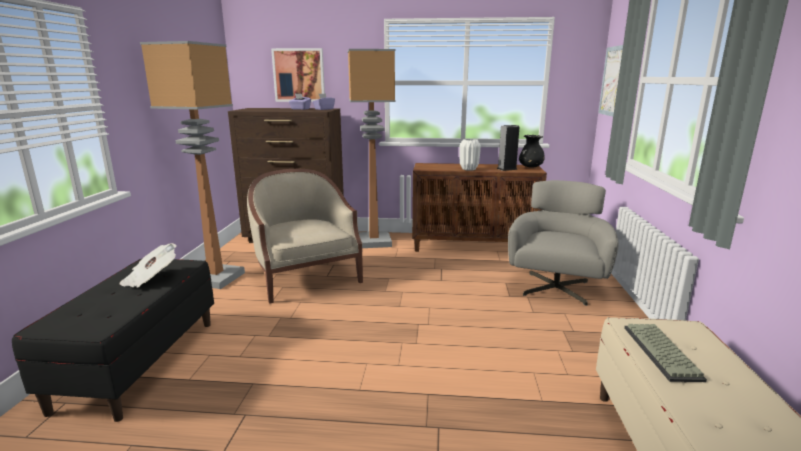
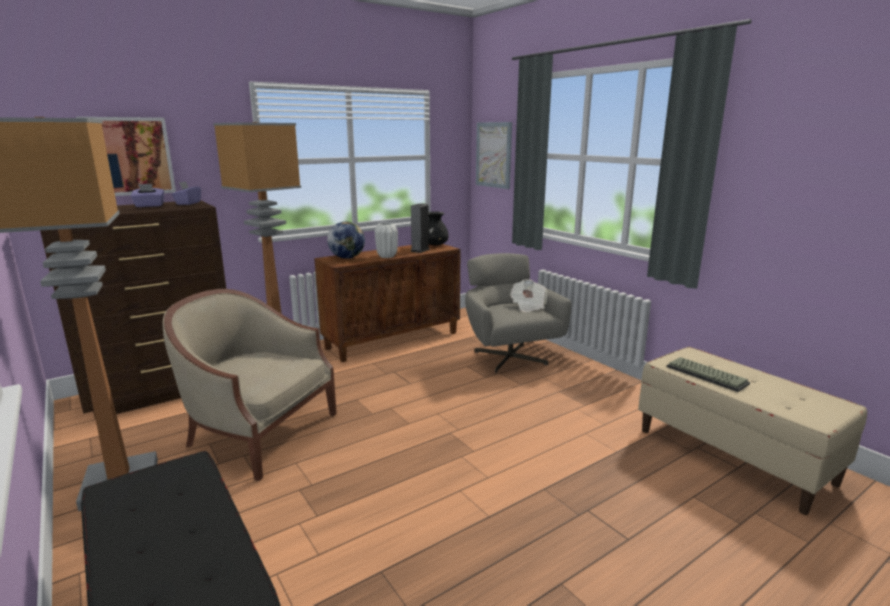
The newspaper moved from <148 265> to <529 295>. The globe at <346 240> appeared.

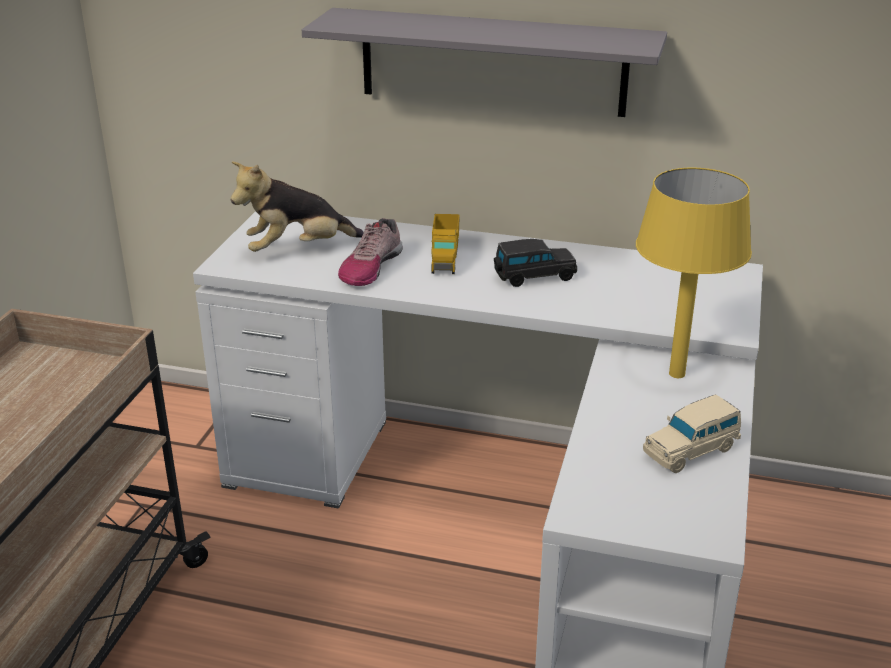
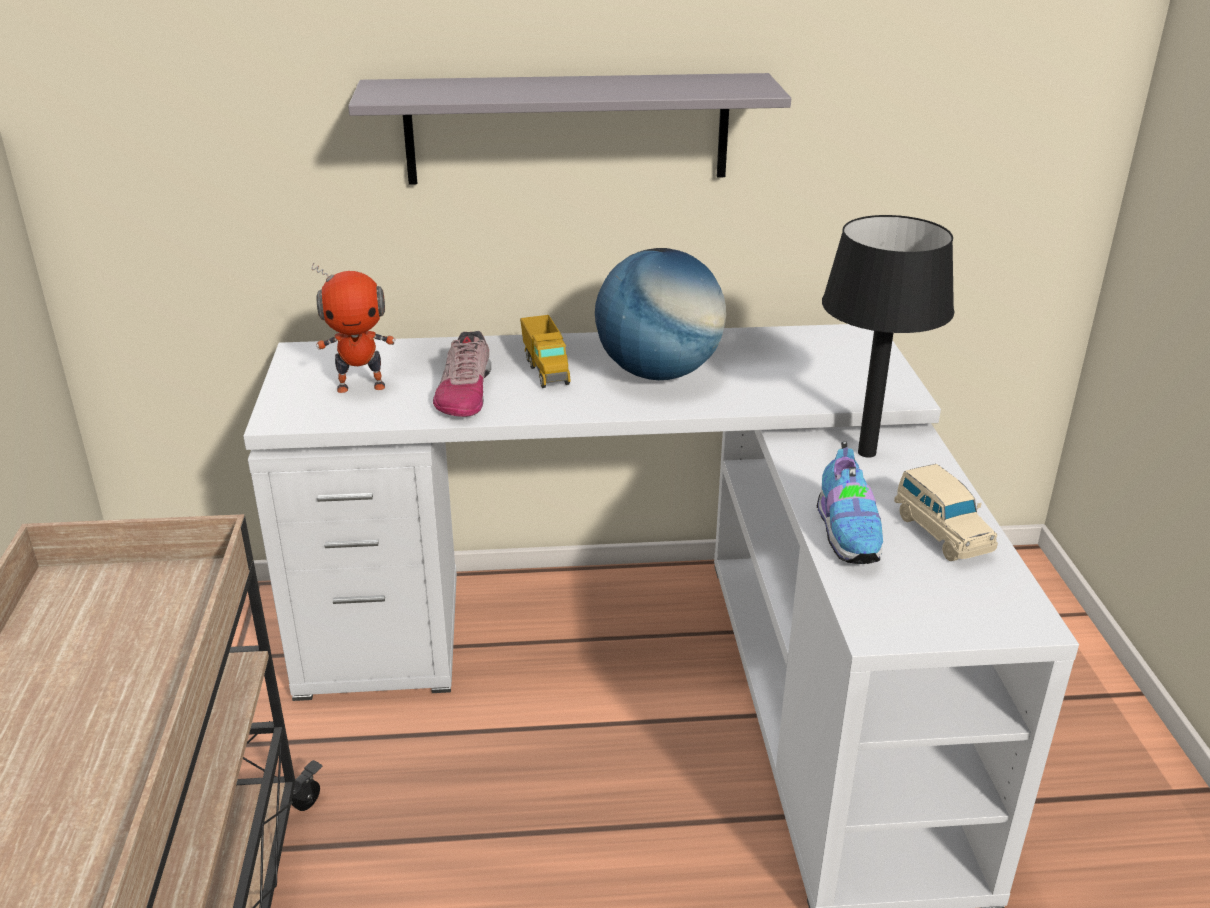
The plush toy at <297 206> was replaced by the toy robot at <353 328>. The yellow table lamp at <694 273> became the black table lamp at <888 336>. The black toy car at <535 263> was replaced by the globe at <660 314>. The beige toy car at <692 434> turned 60 degrees counterclockwise. The shoe at <850 503> appeared.

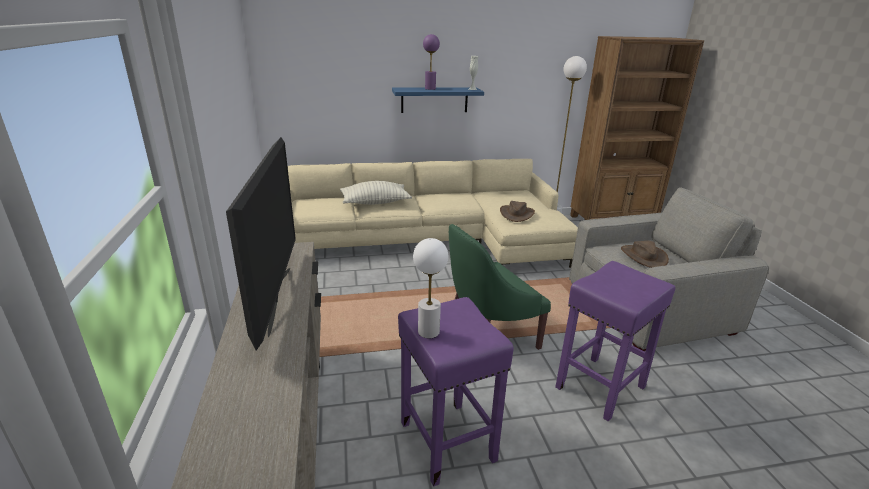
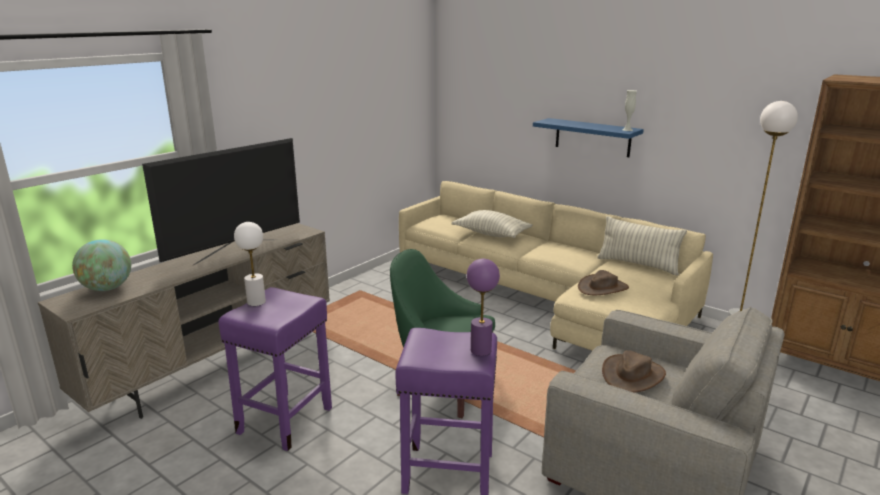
The purple table lamp moved from <431 62> to <483 307>. The pillow at <642 245> appeared. The globe at <101 265> appeared.

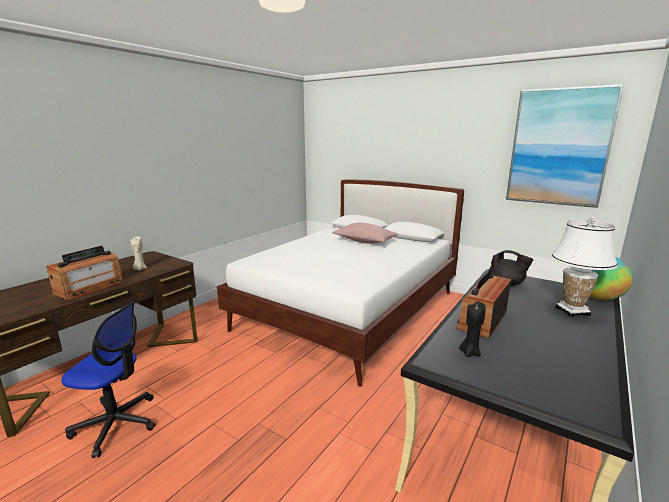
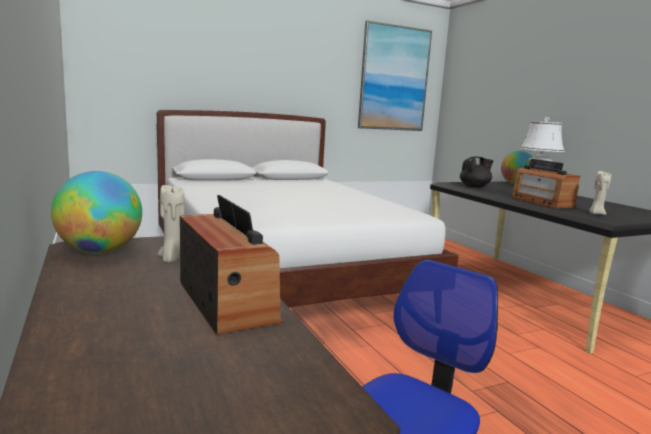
The pink pillow at <365 233> disappeared. The black candle at <472 329> became the beige candle at <600 193>. The globe at <96 212> appeared.

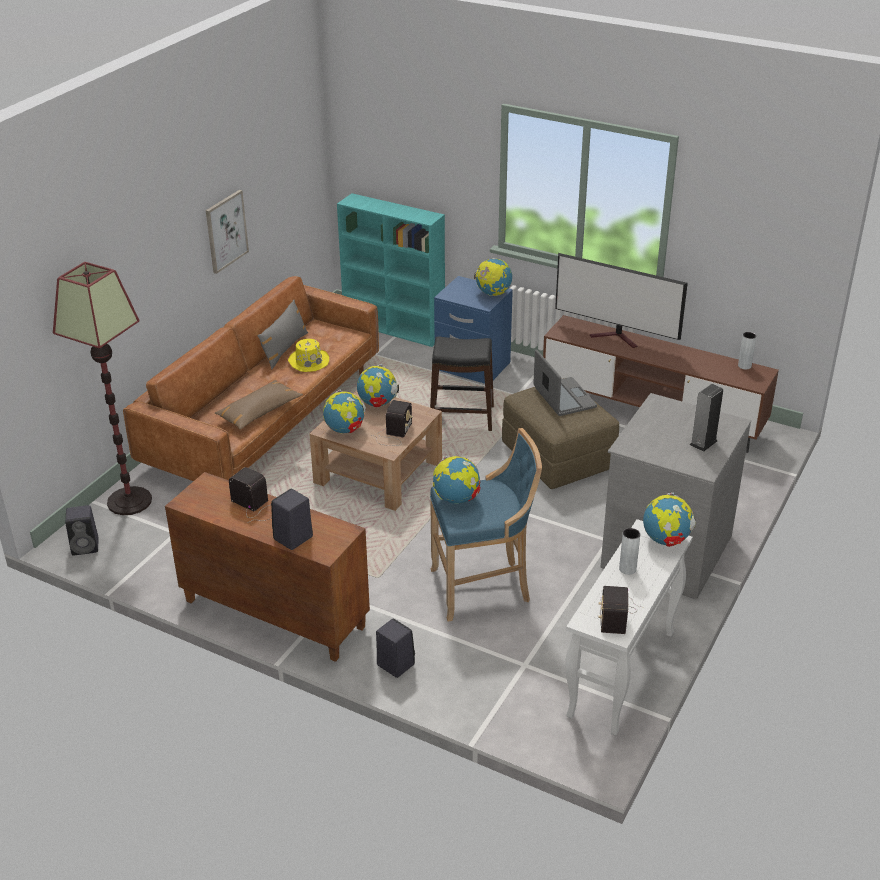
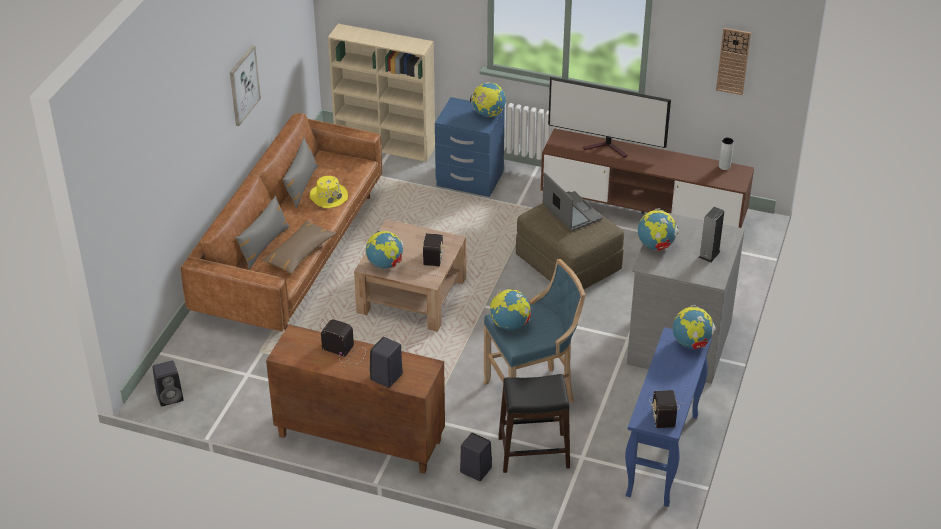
The turquoise bookcase at <391 270> became the beige bookcase at <381 93>. The floor lamp at <102 388> disappeared. The black stool moved from <462 383> to <534 423>. The globe moved from <378 385> to <658 229>. The white console table at <628 627> became the blue console table at <668 417>. The grey vase at <629 551> disappeared. The wall clock at <733 61> appeared. The grey pillow at <263 232> appeared.

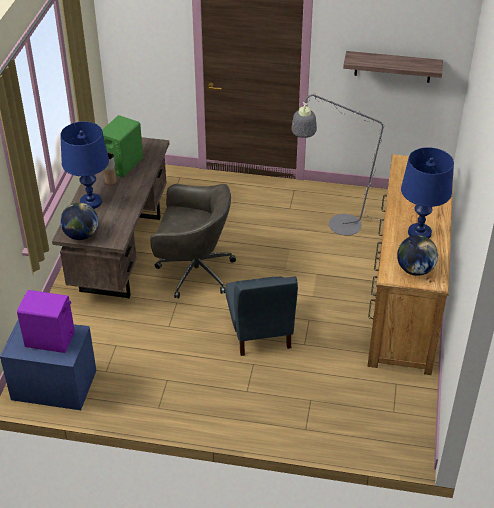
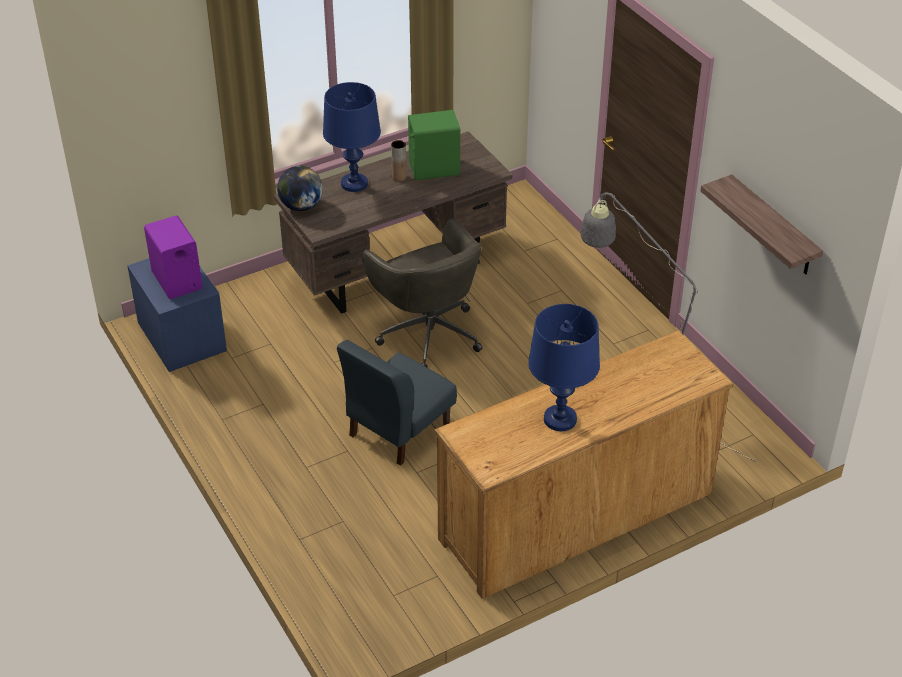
The globe at <417 255> disappeared.

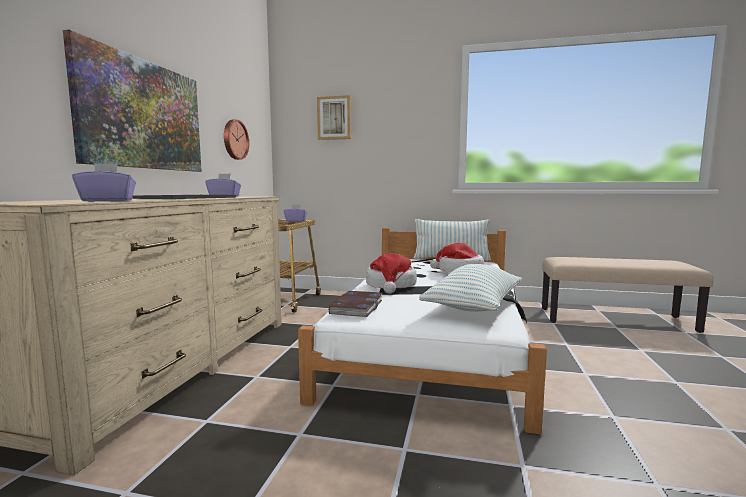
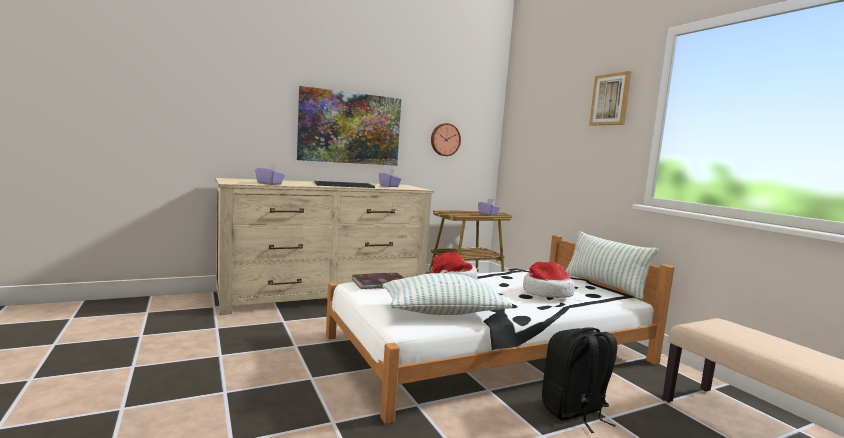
The picture moved from <334 117> to <610 98>. The black backpack at <579 380> appeared.

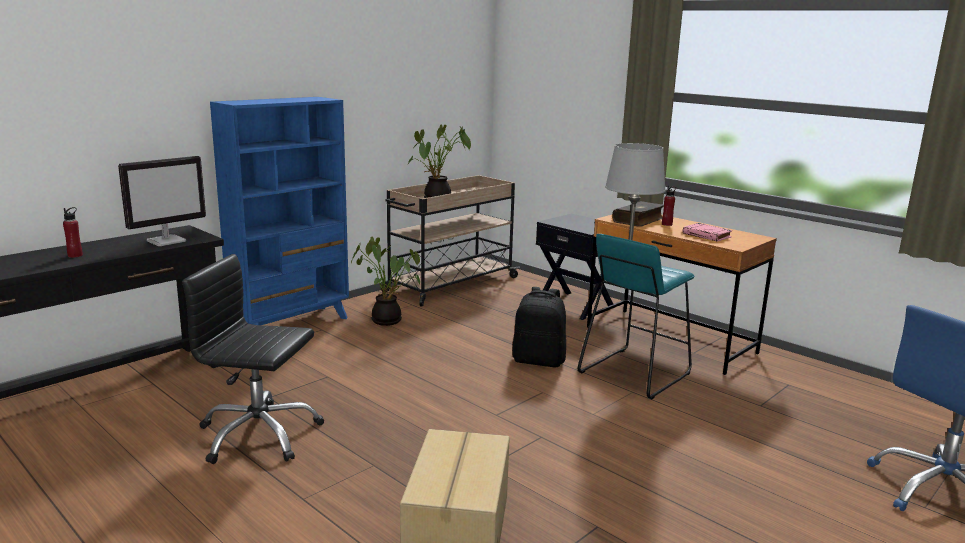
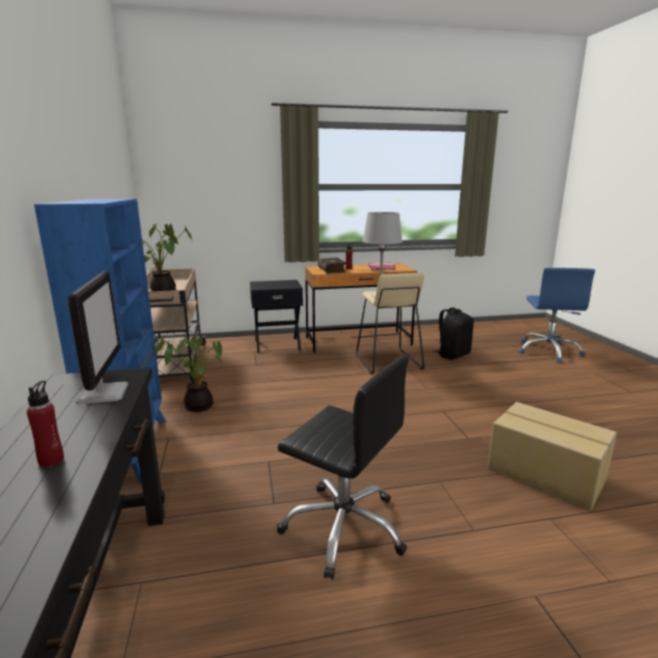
The turquoise stool at <636 316> became the beige stool at <390 323>. The black office chair at <253 359> turned 105 degrees counterclockwise. The black backpack moved from <539 327> to <453 333>.

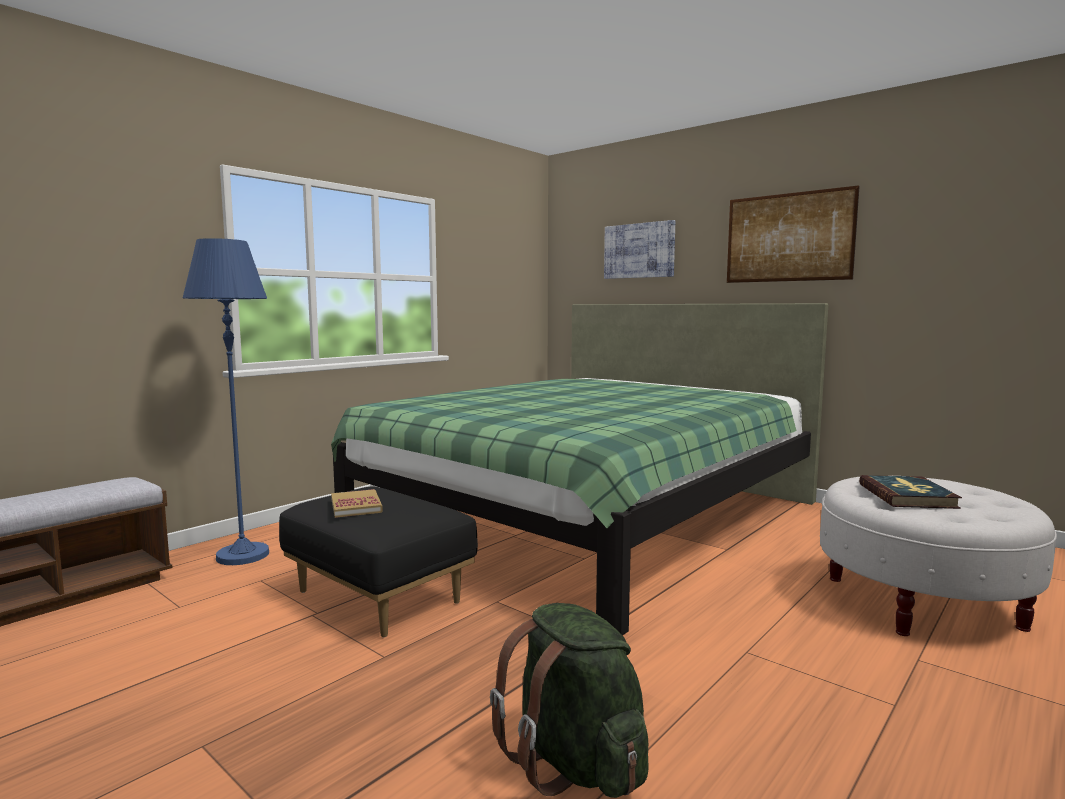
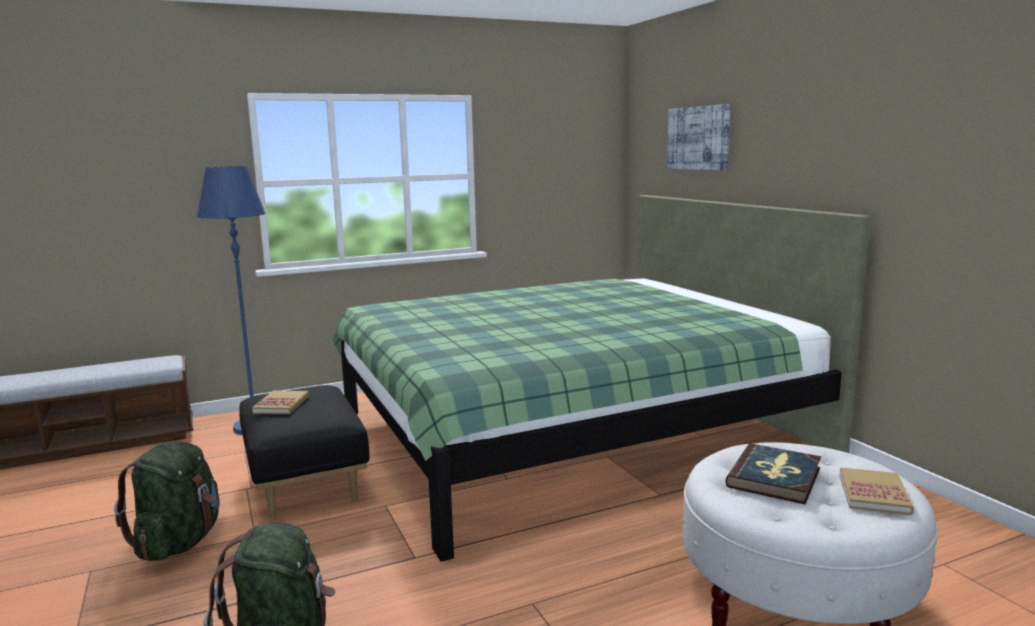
The picture at <793 234> disappeared. The green backpack at <167 501> appeared. The book at <877 491> appeared.

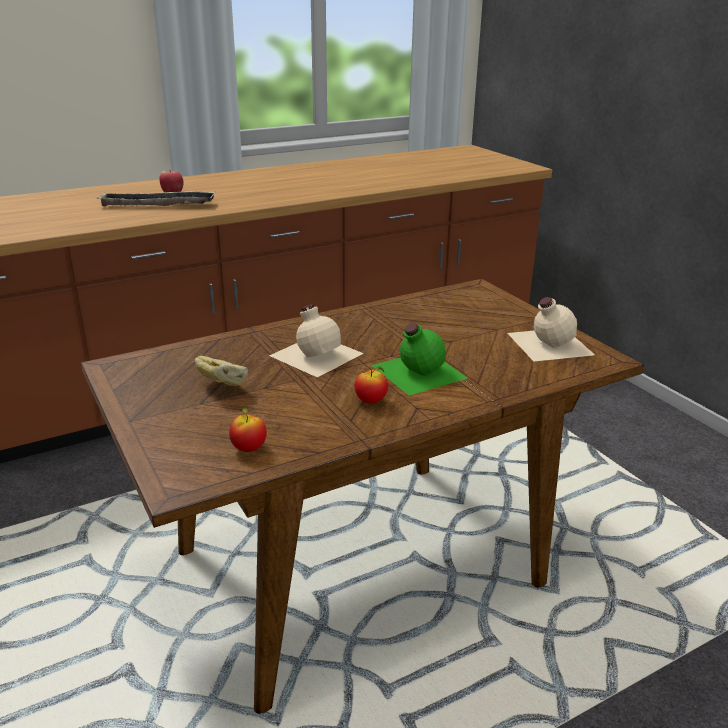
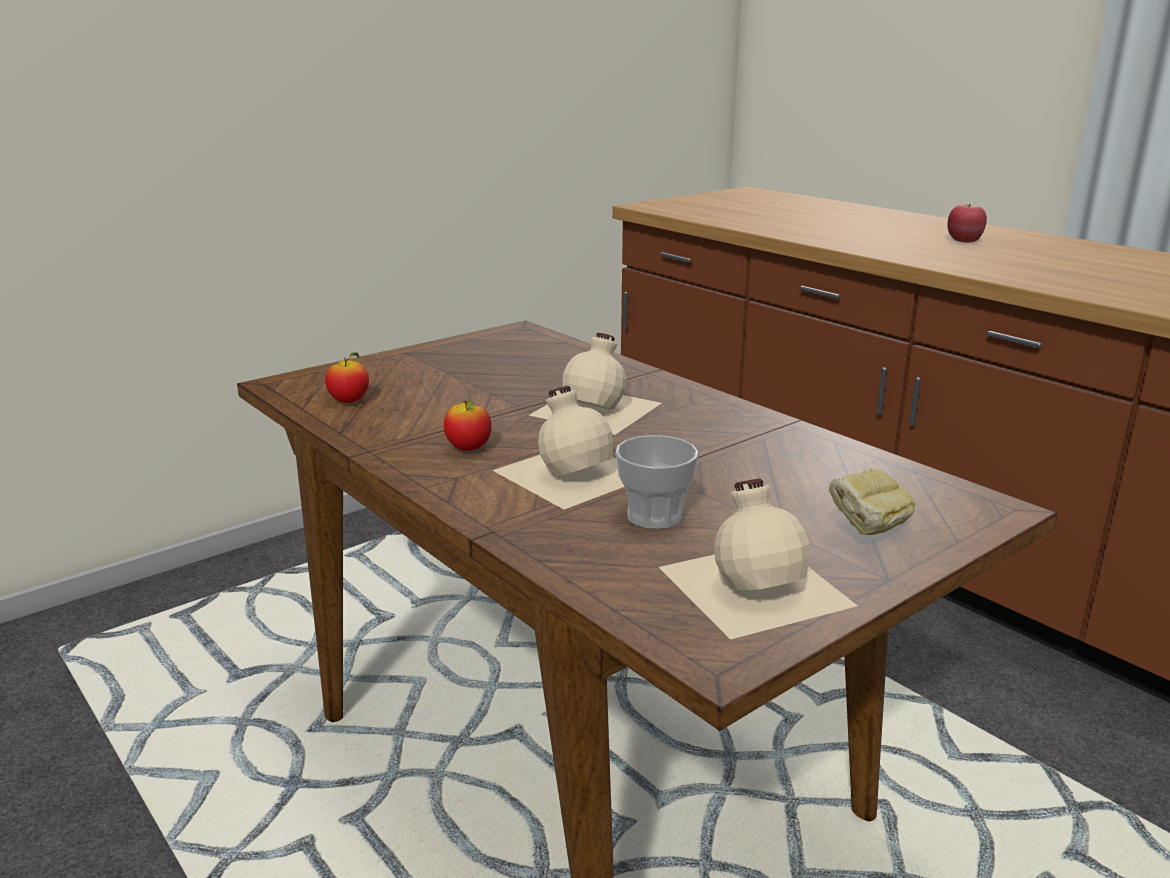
The tray at <156 198> disappeared. The green bottle at <419 359> became the beige bottle at <558 447>. The bread moved from <221 371> to <872 501>. The cup at <656 482> appeared.

